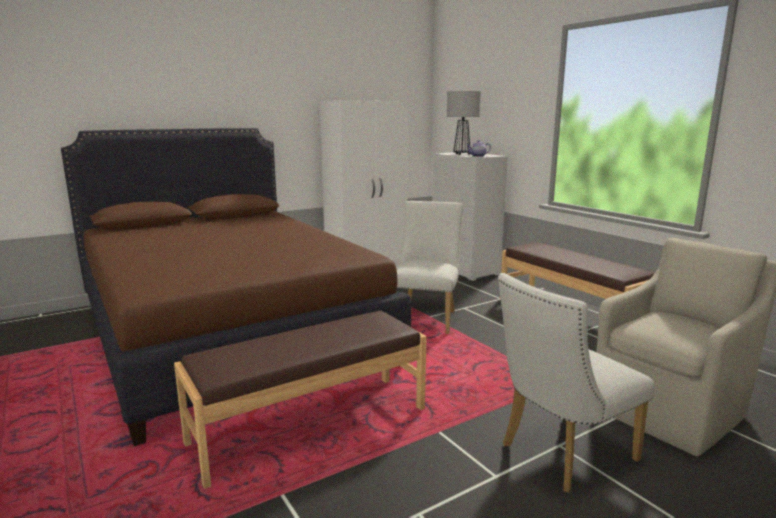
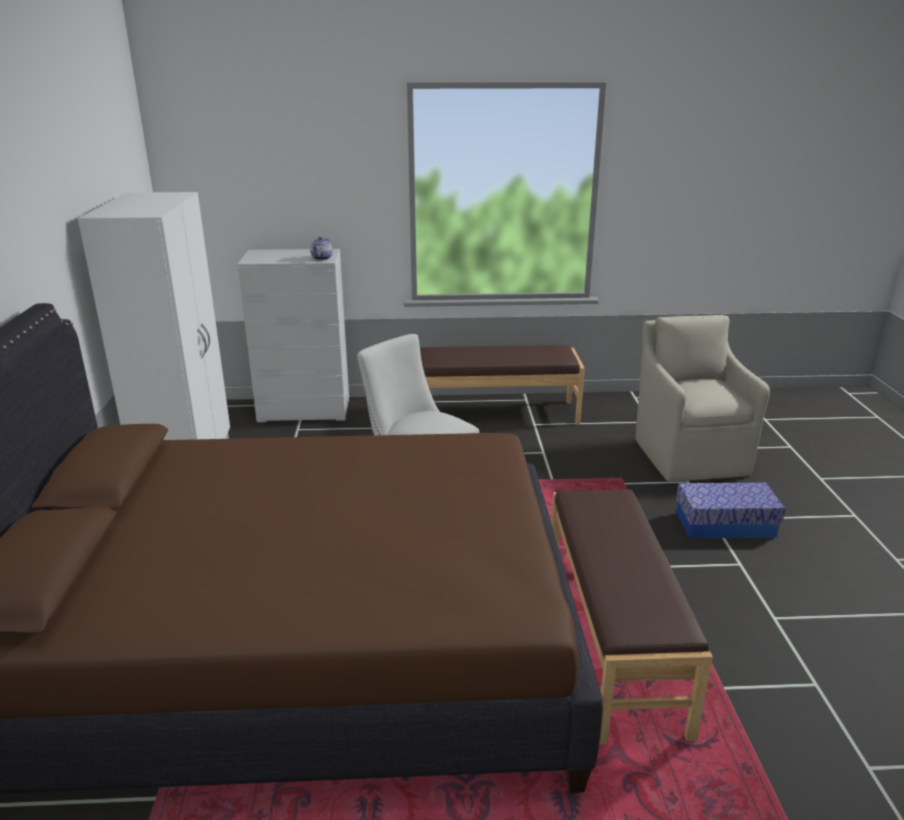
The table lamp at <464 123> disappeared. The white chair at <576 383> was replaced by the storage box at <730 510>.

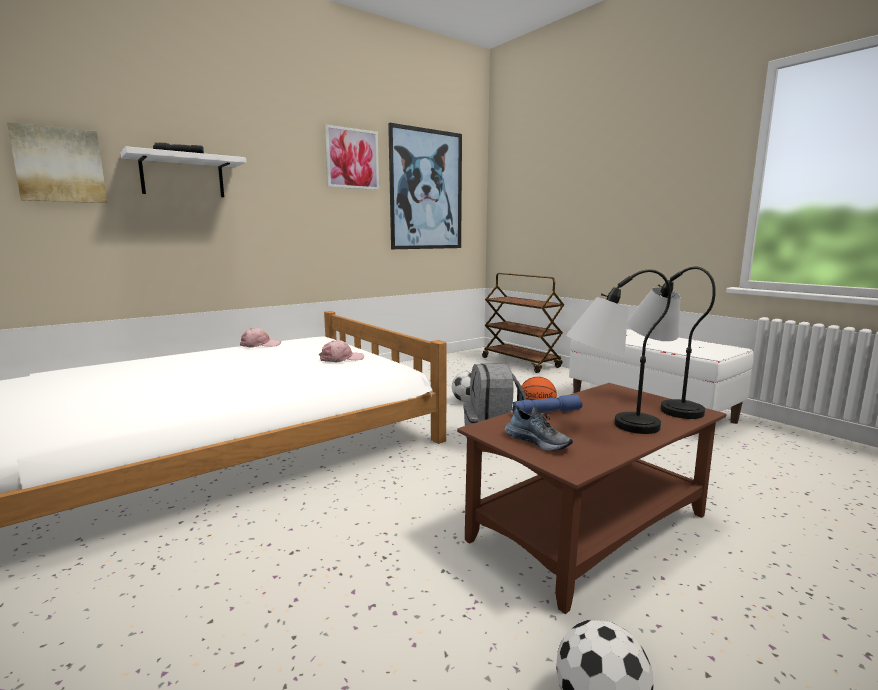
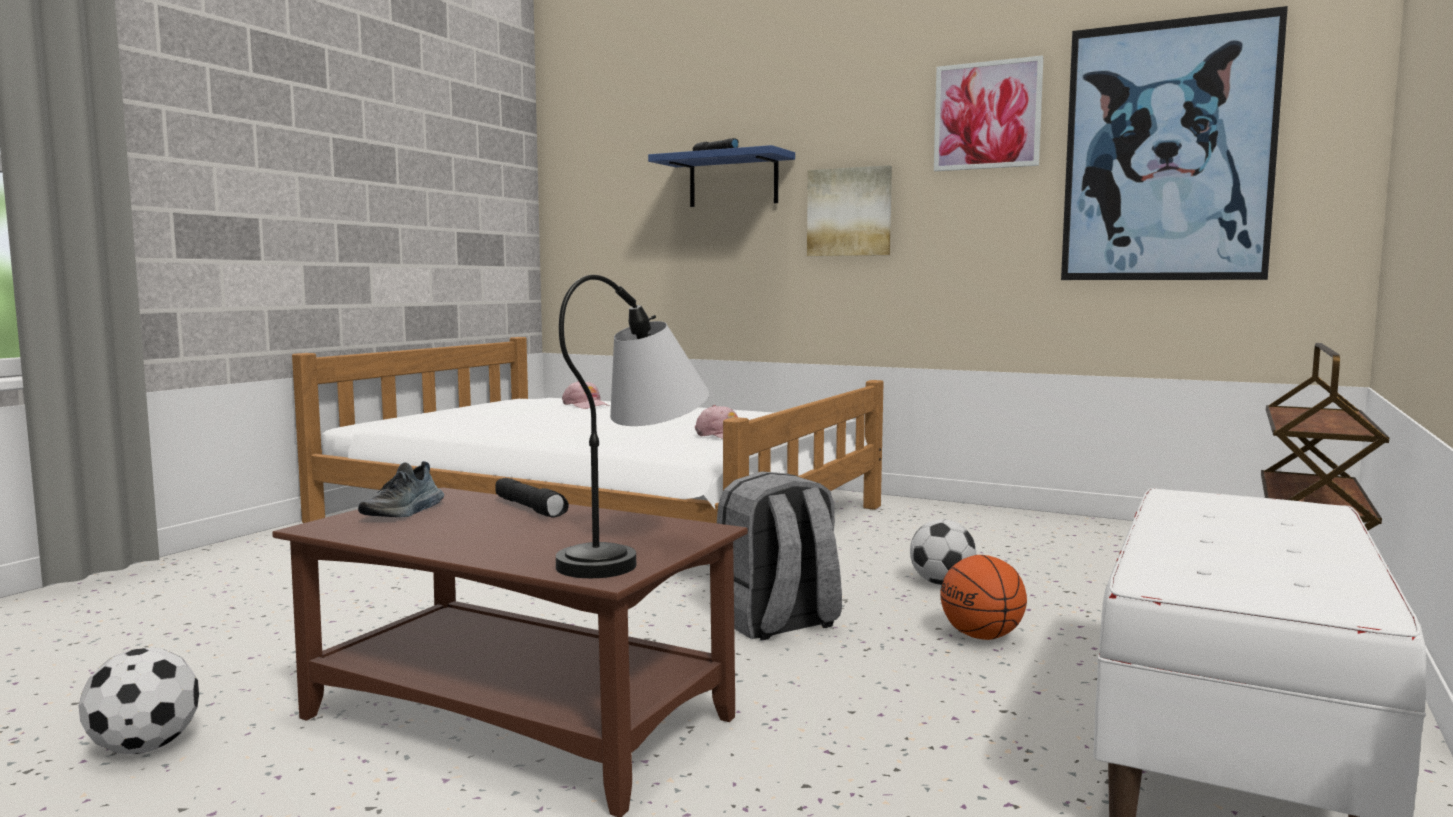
The picture moved from <57 162> to <849 210>. The white shelf at <183 171> became the blue shelf at <721 176>. The table lamp at <618 351> disappeared. The pink cap moved from <260 338> to <585 395>. The blue flashlight at <548 404> became the black flashlight at <532 498>.

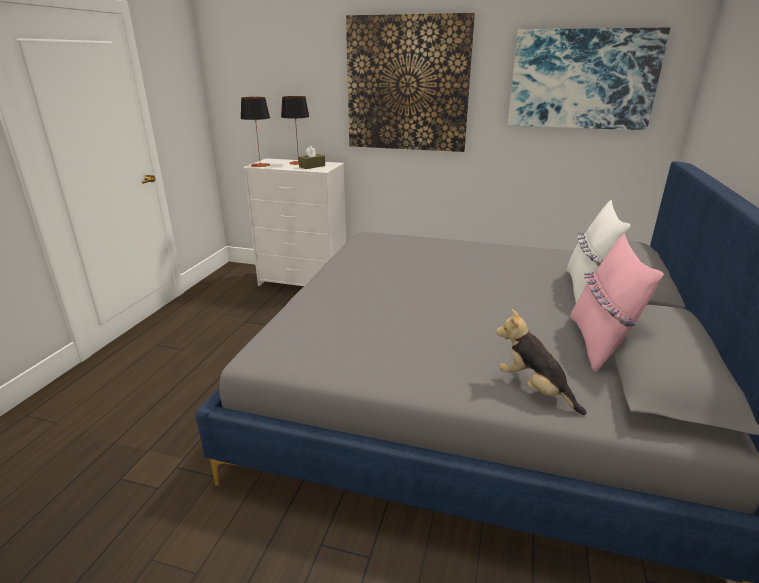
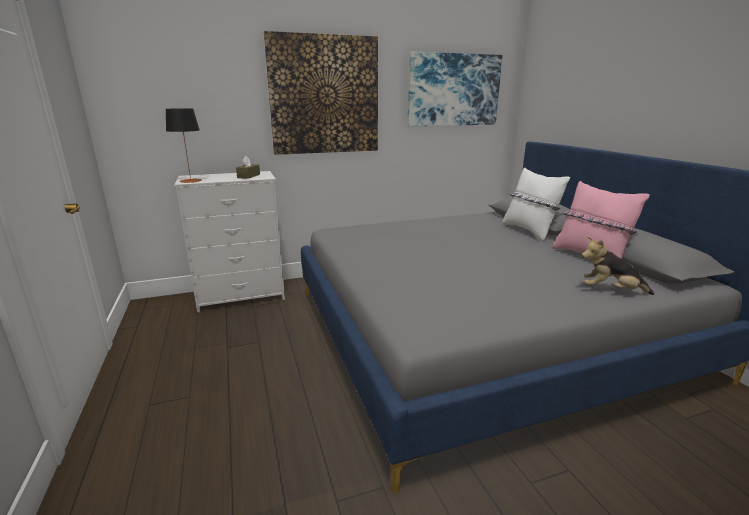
The table lamp at <295 130> disappeared.

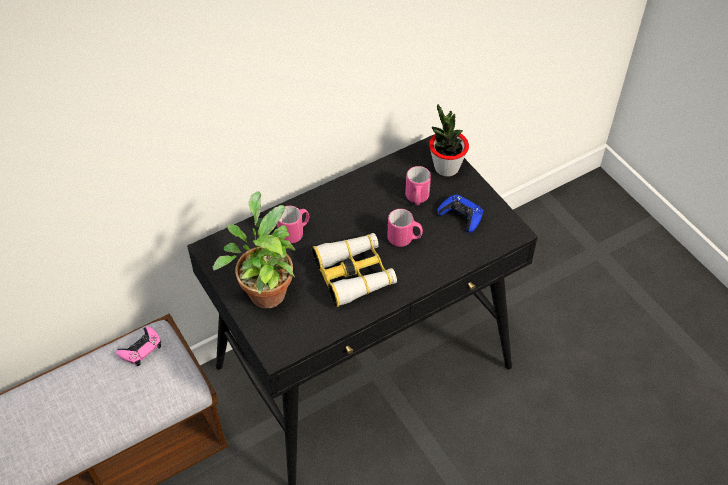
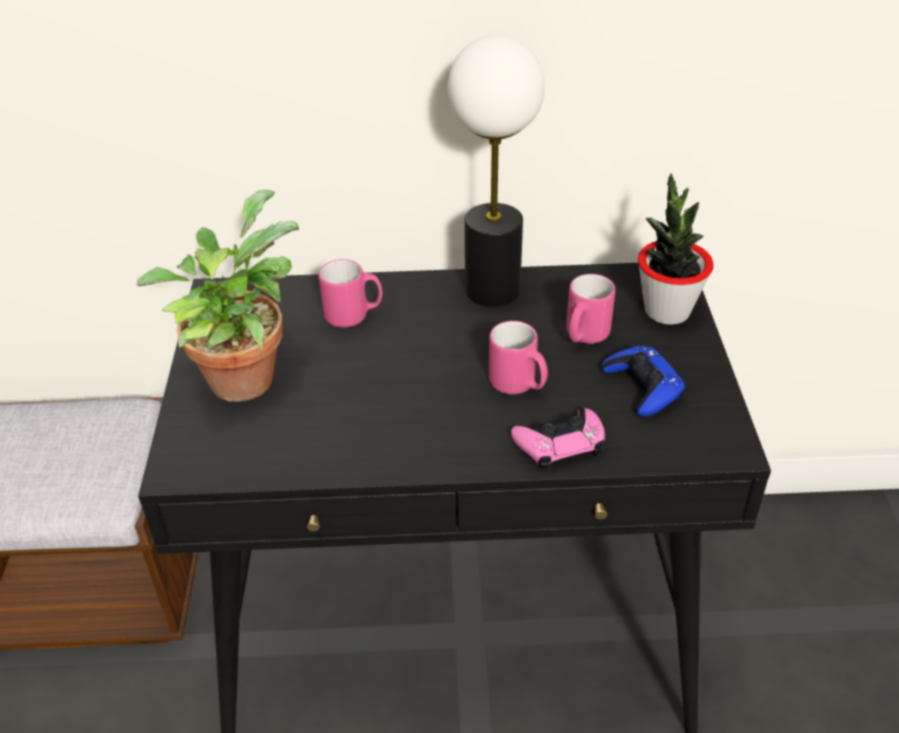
The binoculars at <354 270> disappeared. The pink game controller moved from <138 346> to <558 439>. The table lamp at <496 171> appeared.

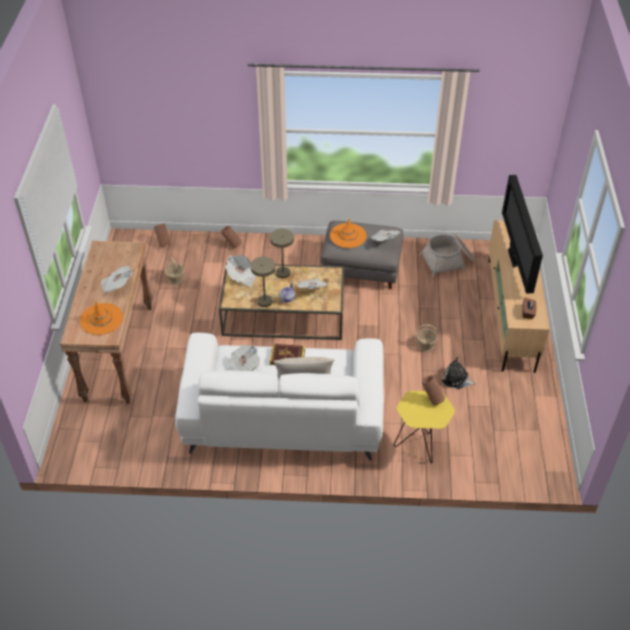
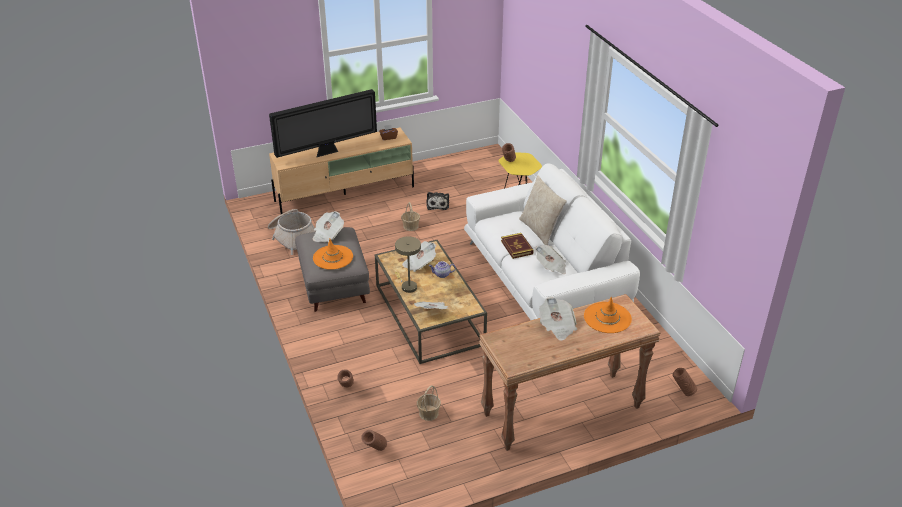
The beige table lamp at <263 282> disappeared. The brown vase at <685 382> appeared.

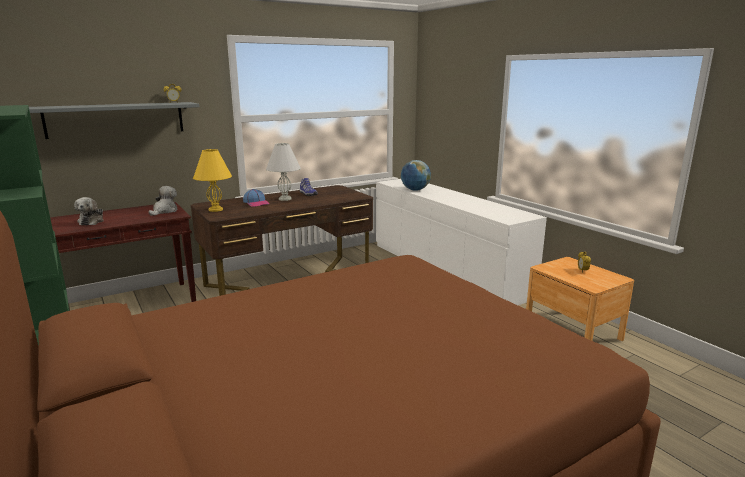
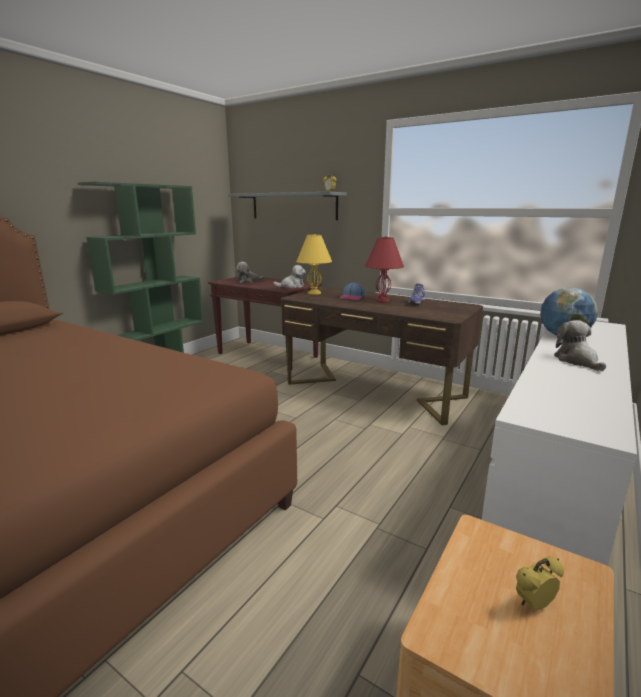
The white table lamp at <283 172> became the red table lamp at <384 269>. The plush toy at <580 345> appeared.

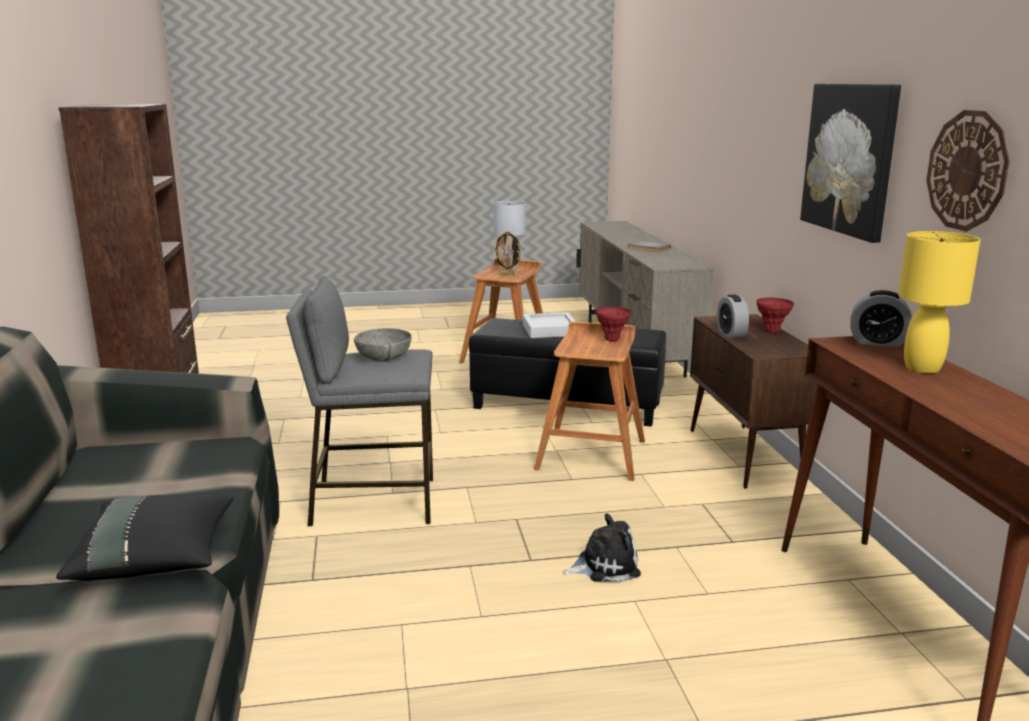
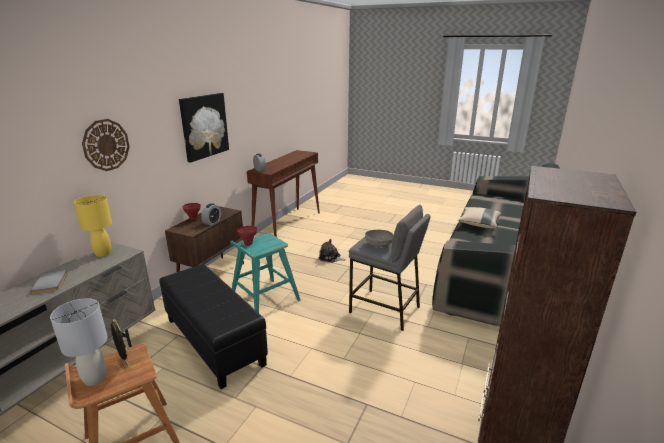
The wall clock moved from <968 170> to <106 145>. The yellow table lamp moved from <939 302> to <93 226>. The grey tray at <549 325> disappeared. The brown stool at <589 401> became the turquoise stool at <265 273>. The black pillow at <145 537> became the beige pillow at <479 217>.

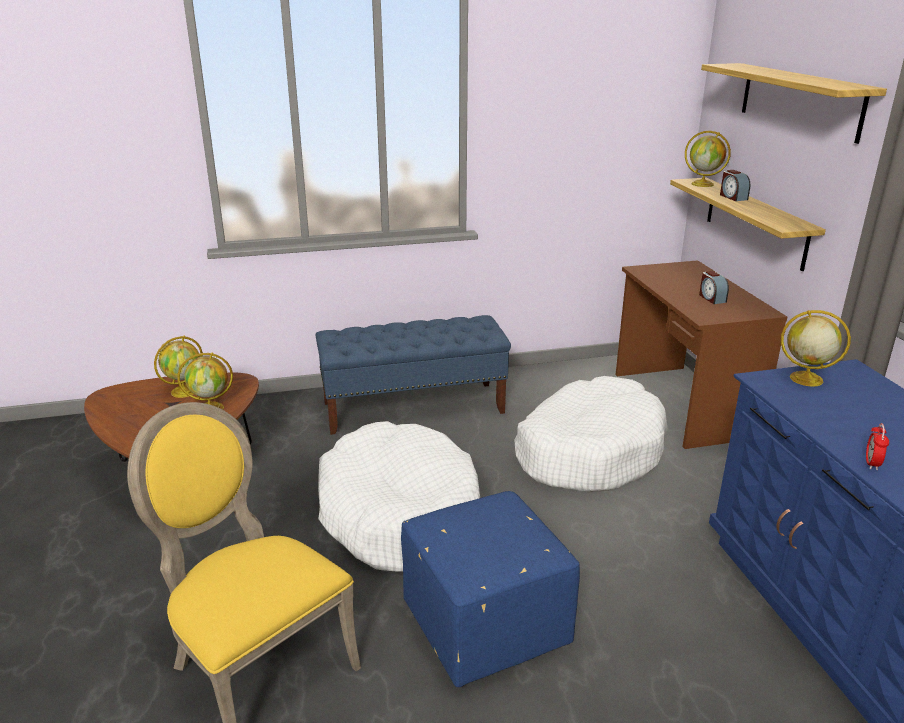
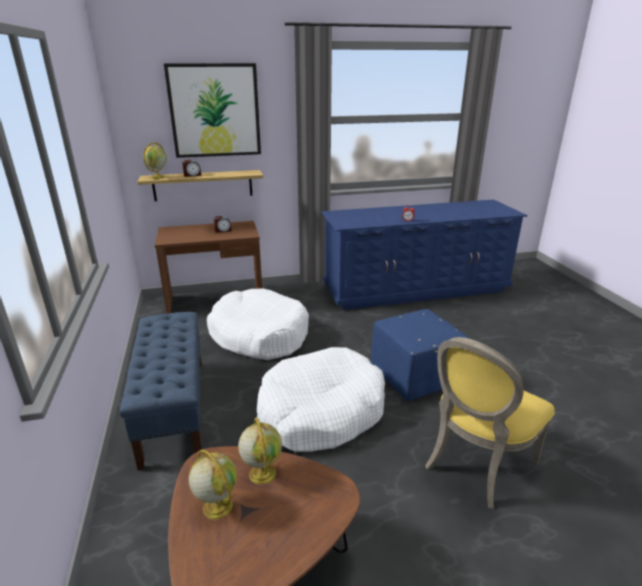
The shelf at <794 103> was replaced by the picture at <212 110>. The globe at <816 348> disappeared.

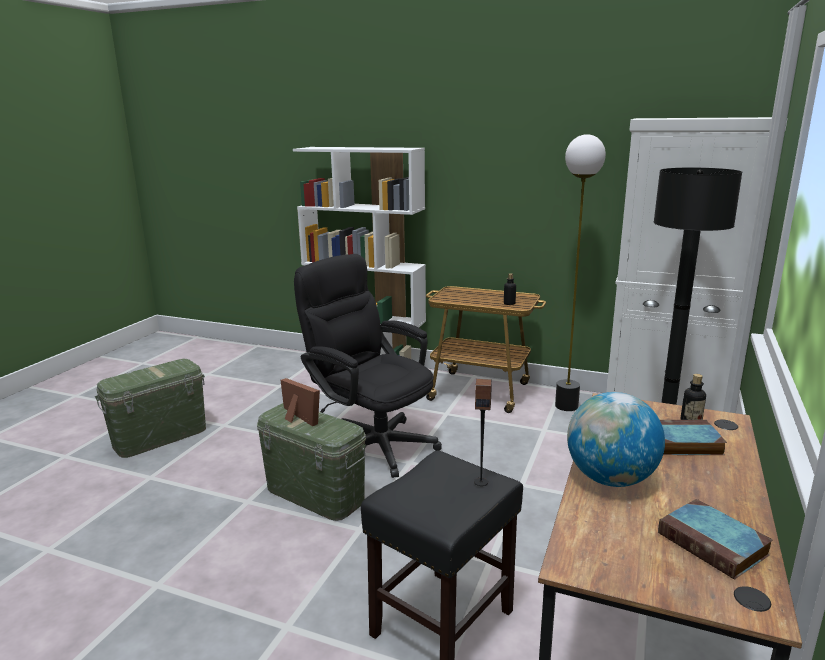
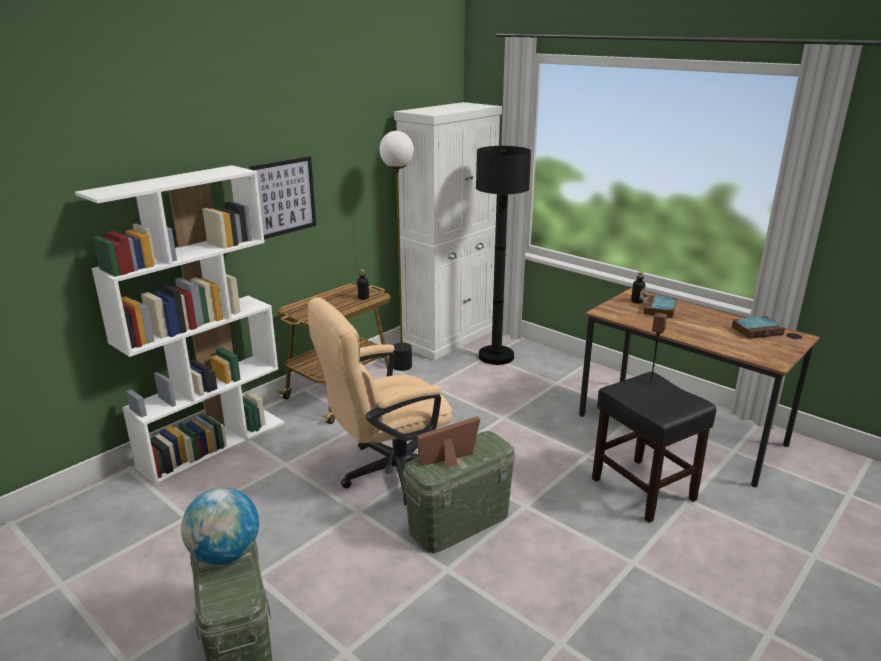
The black office chair at <368 366> became the beige office chair at <379 401>. The globe moved from <616 439> to <220 526>. The picture at <282 197> appeared.

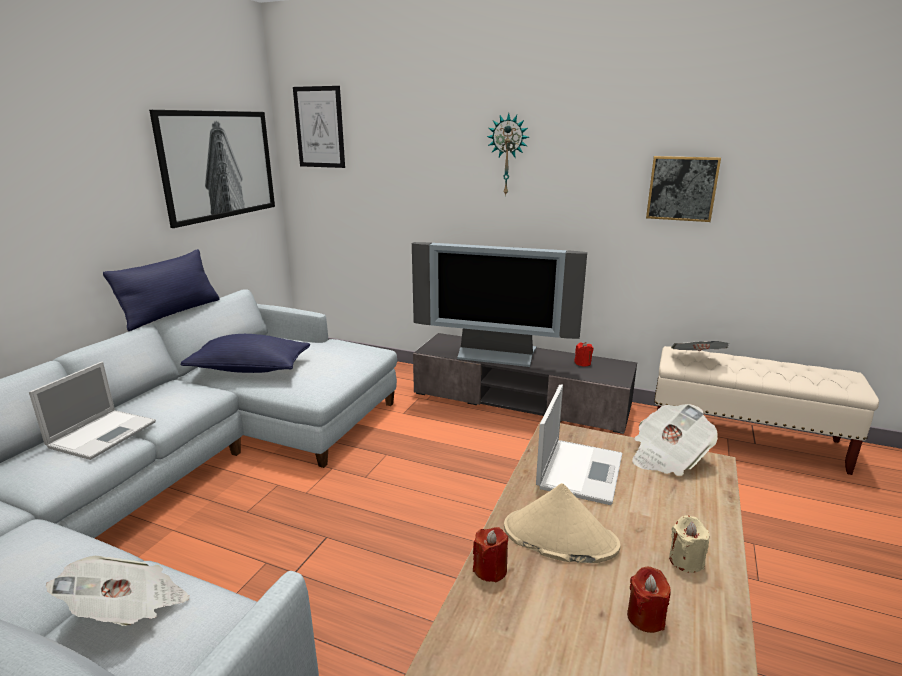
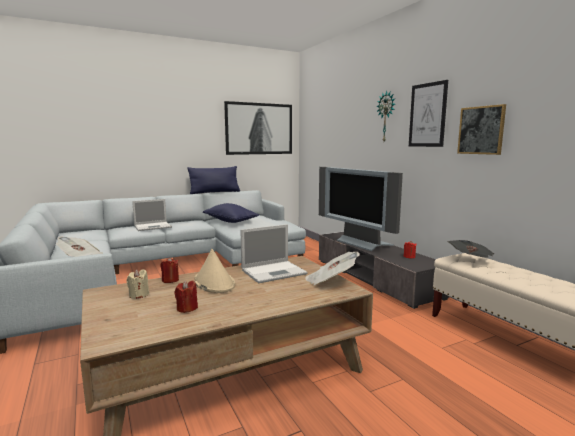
The picture moved from <319 127> to <428 113>. The beige candle moved from <689 544> to <138 284>.

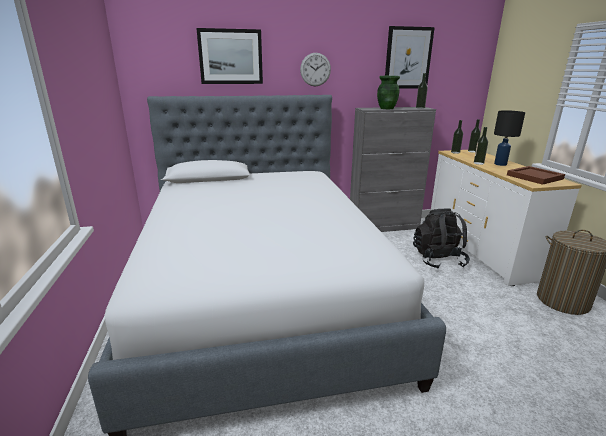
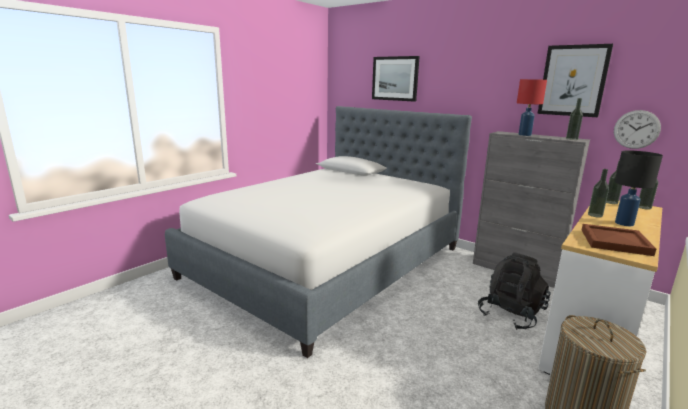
The wall clock moved from <315 69> to <637 129>. The green vase at <388 92> was replaced by the red table lamp at <532 107>.

